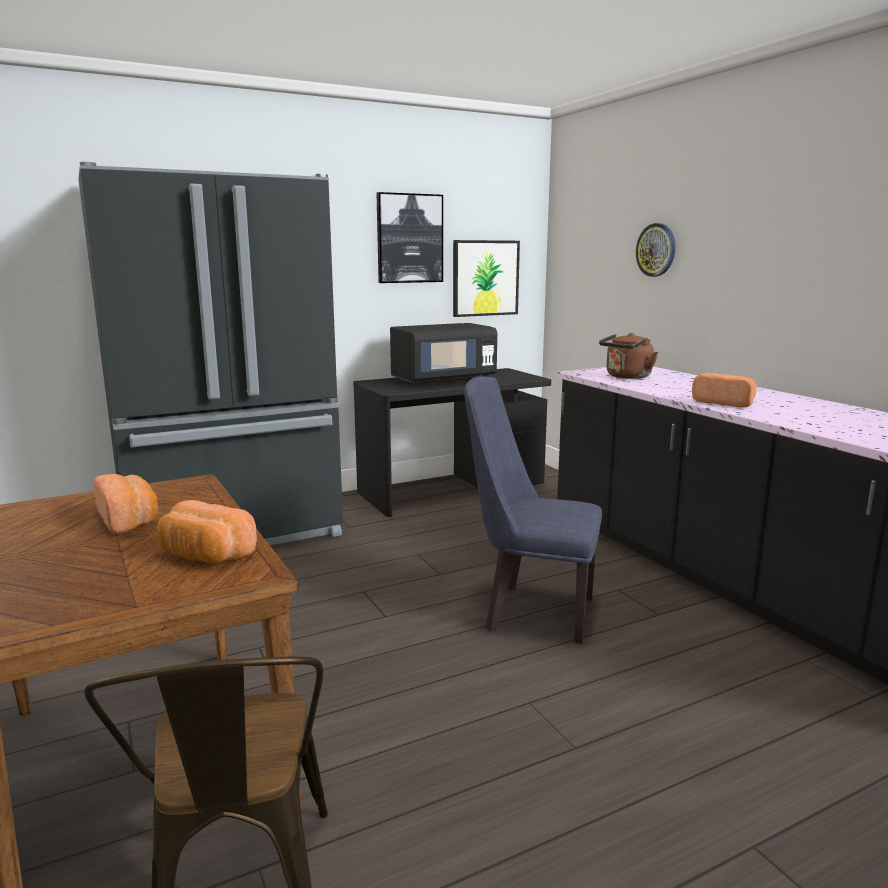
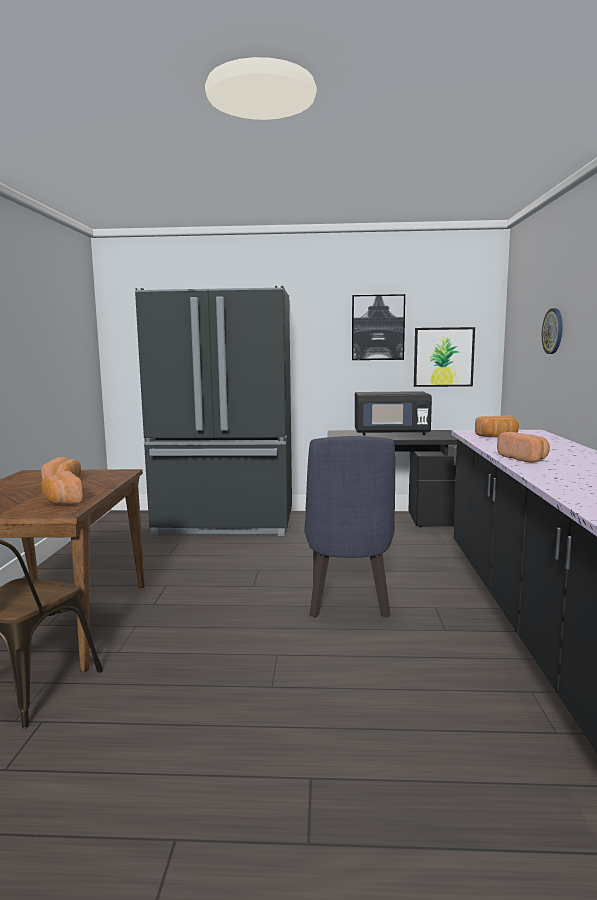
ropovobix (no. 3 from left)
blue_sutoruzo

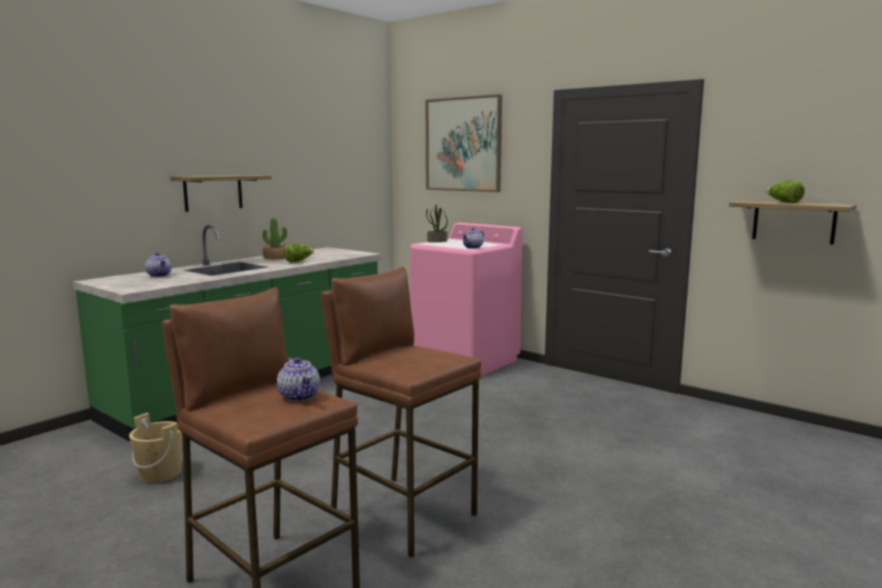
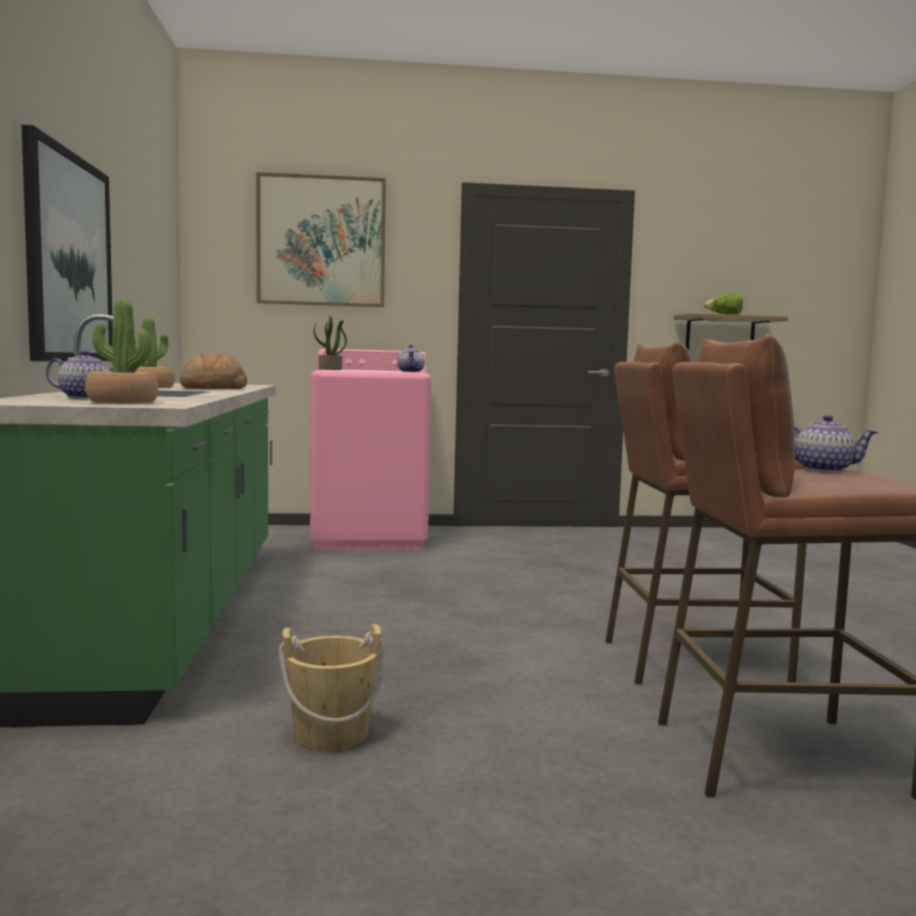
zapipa (no. 1 from left)
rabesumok (no. 1 from left)
ropovobix

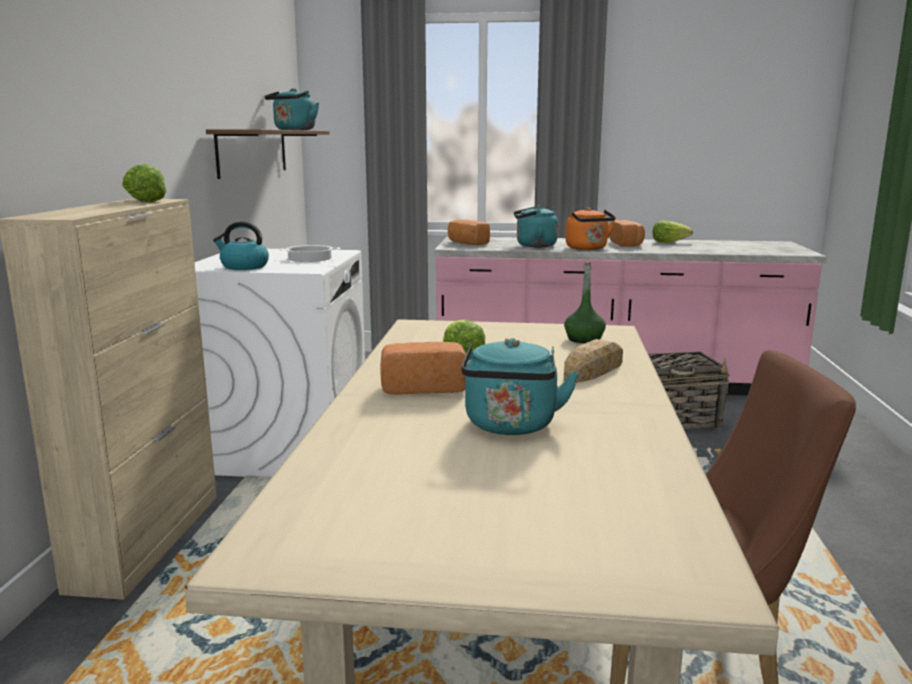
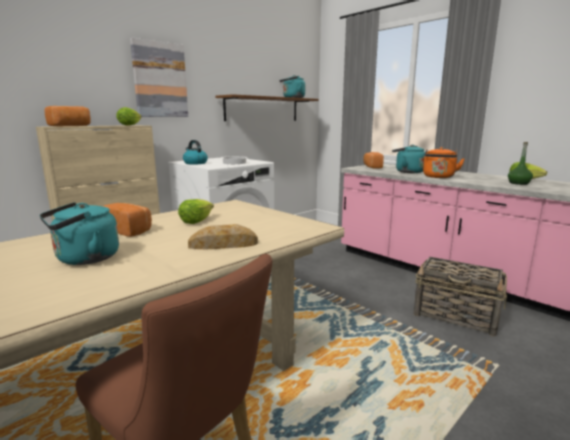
rabesumok
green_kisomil
ropovobix (no. 1 from left)

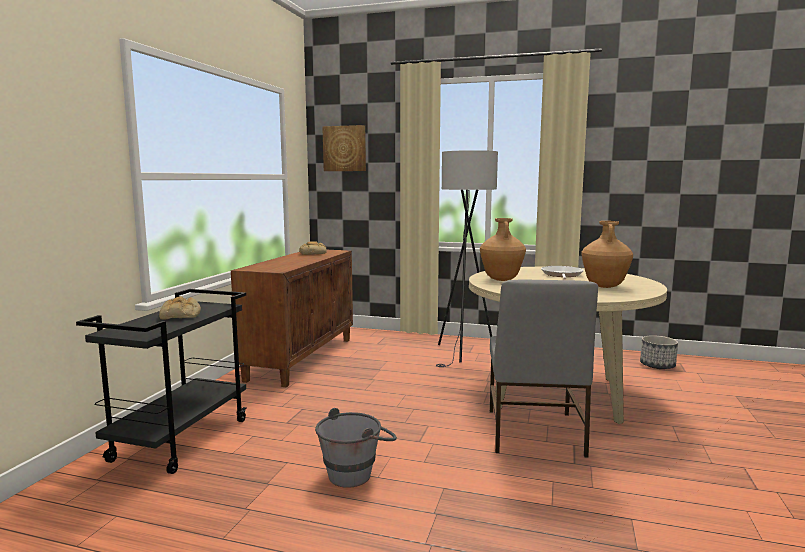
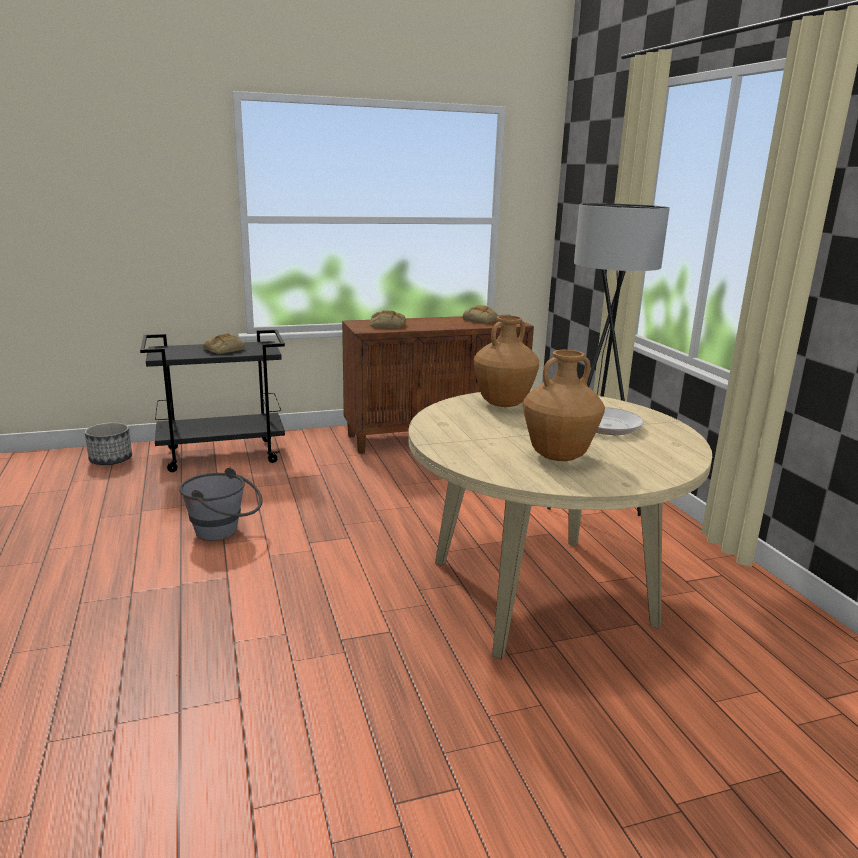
rabesumok
grey_sutoruzo
ropovobix (no. 2 from left)
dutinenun

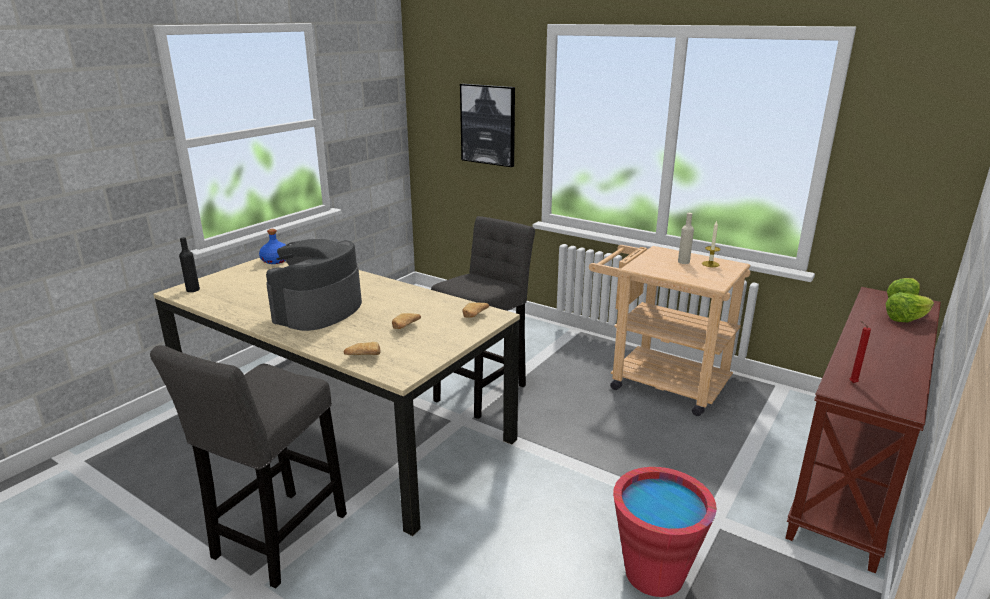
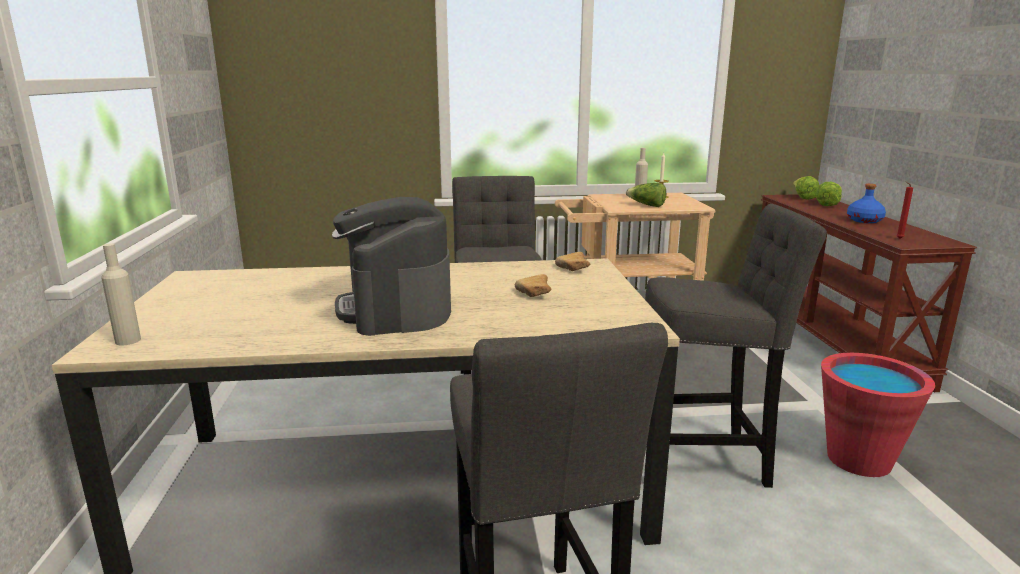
ropovobix (no. 1 from left in the first image)
rabesumok
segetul (no. 1 from left)
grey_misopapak (no. 3 from left)
blue_kisomil
beige_kisomil (no. 1 from left)

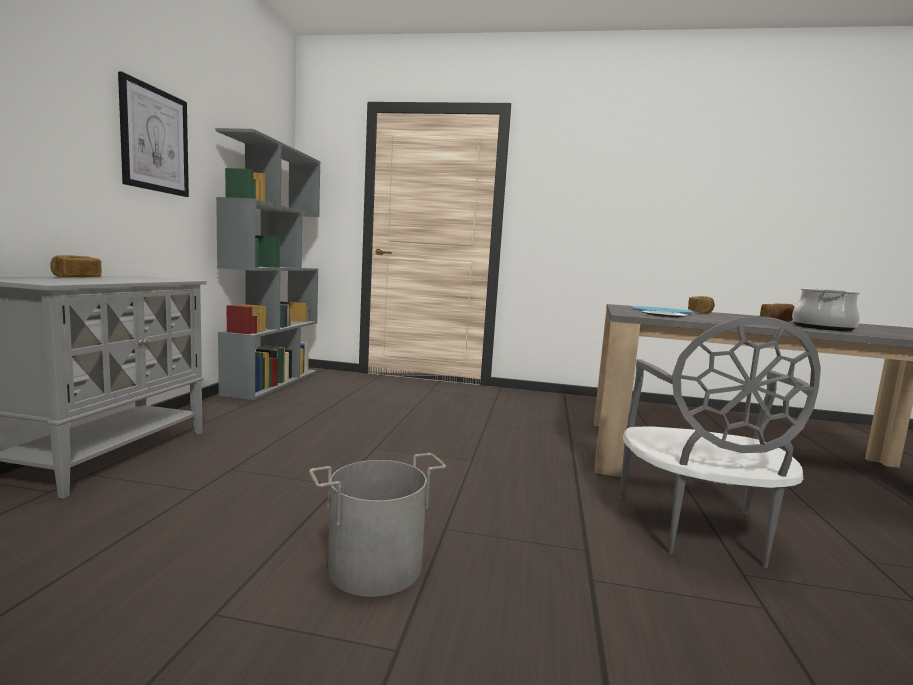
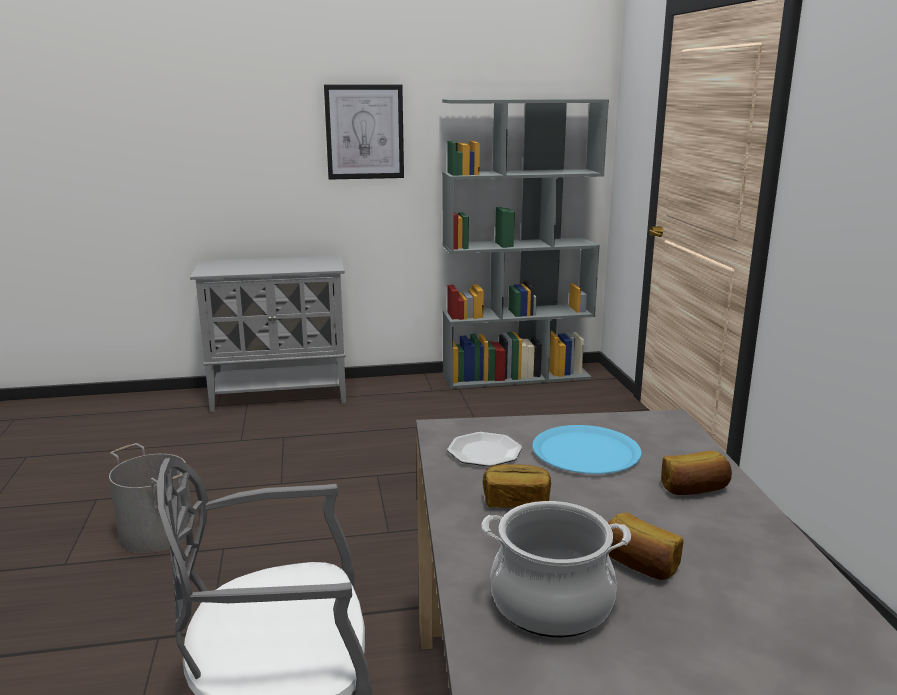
ropovobix (no. 1 from left)

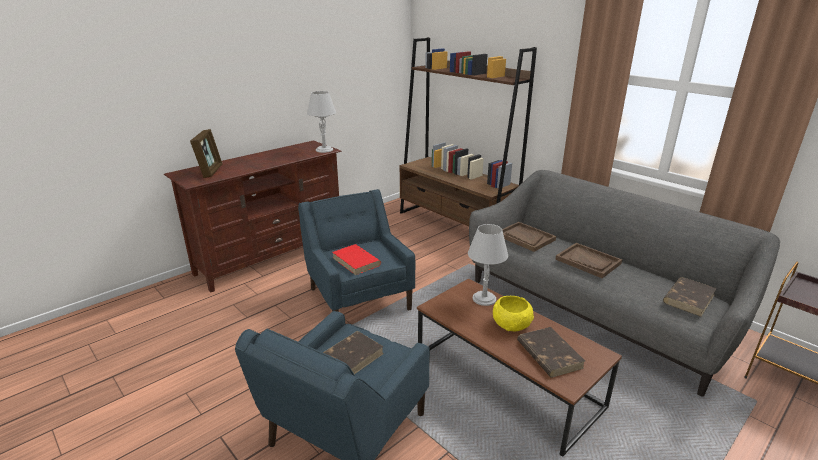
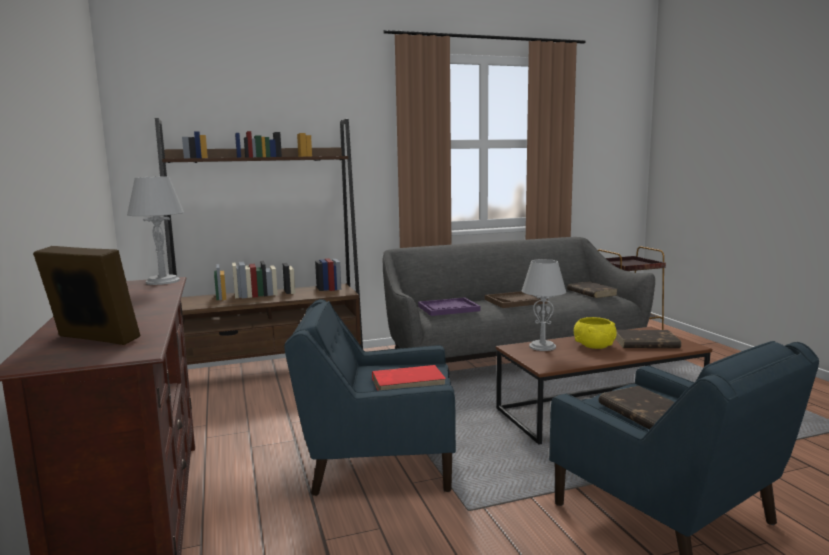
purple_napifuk

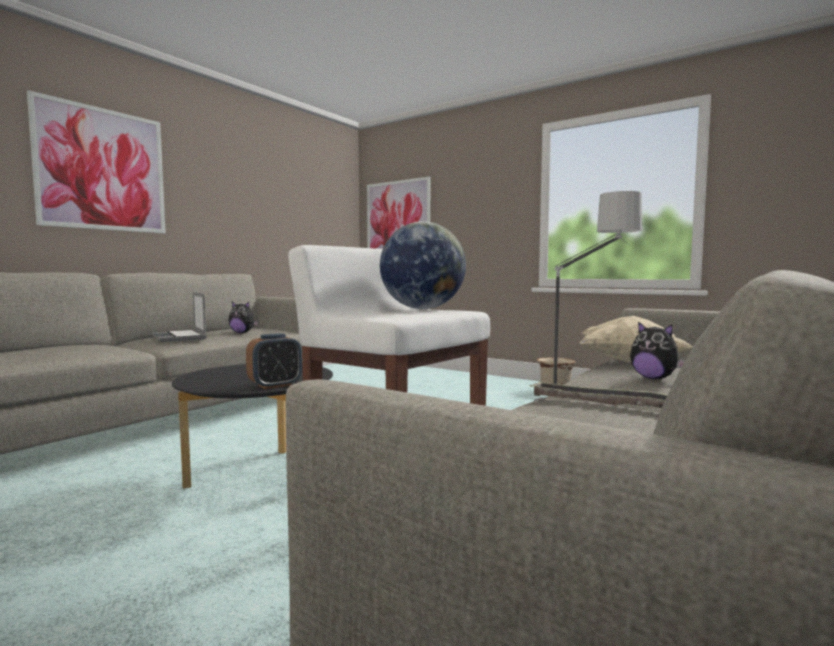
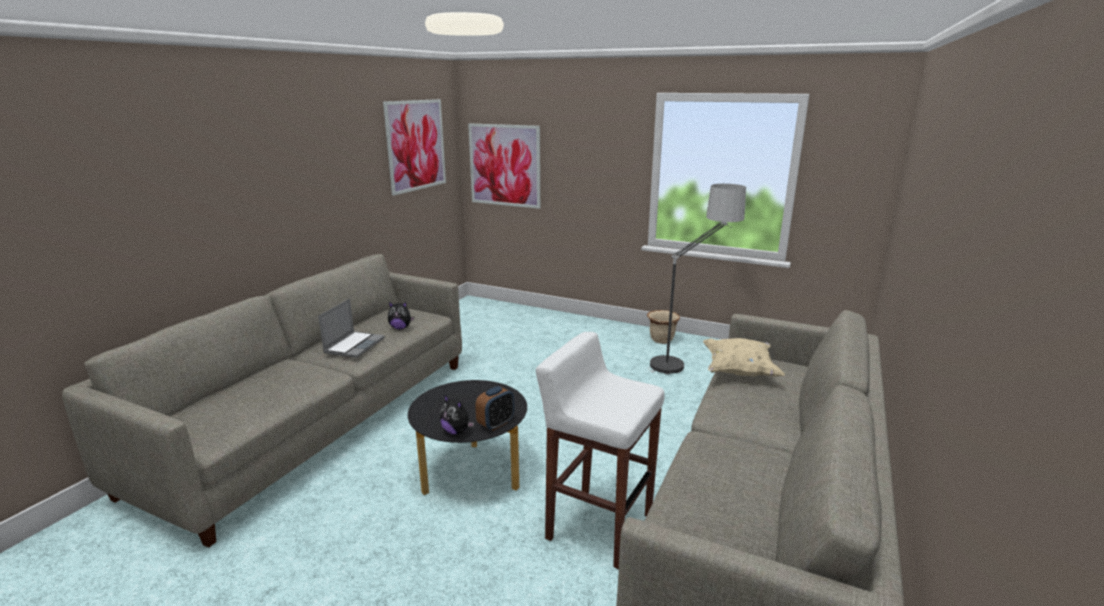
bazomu
napifuk
rabesumok (no. 1 from left)
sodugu (no. 2 from left)
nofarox

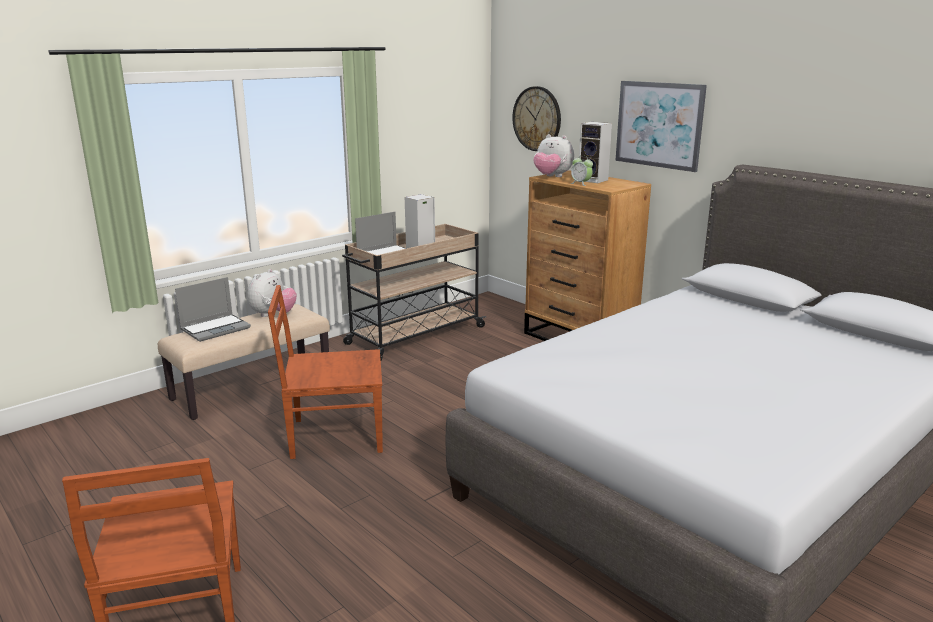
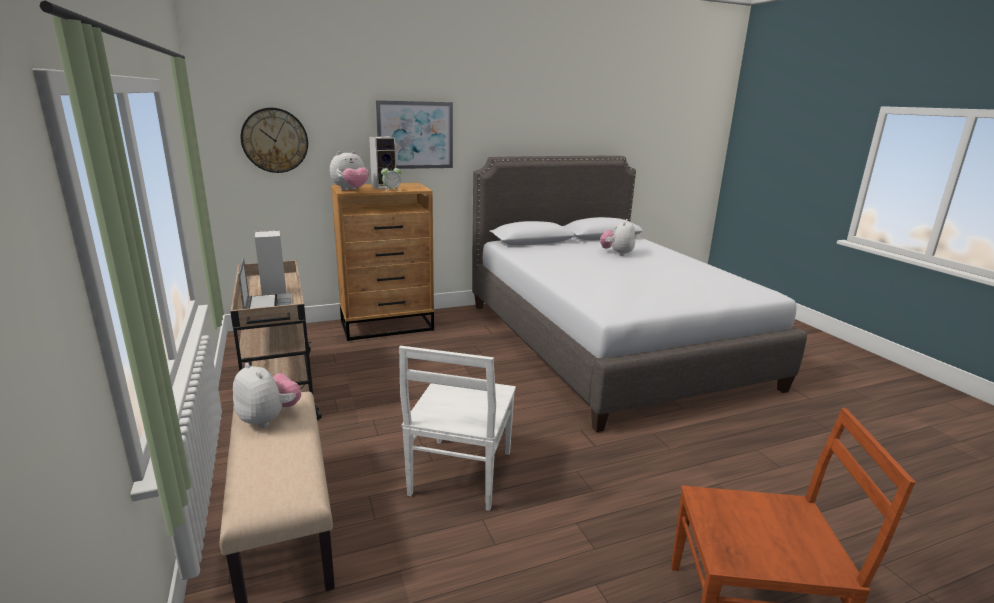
nofarox (no. 1 from left in the first image)
sodugu (no. 3 from left)
white_sutoruzo

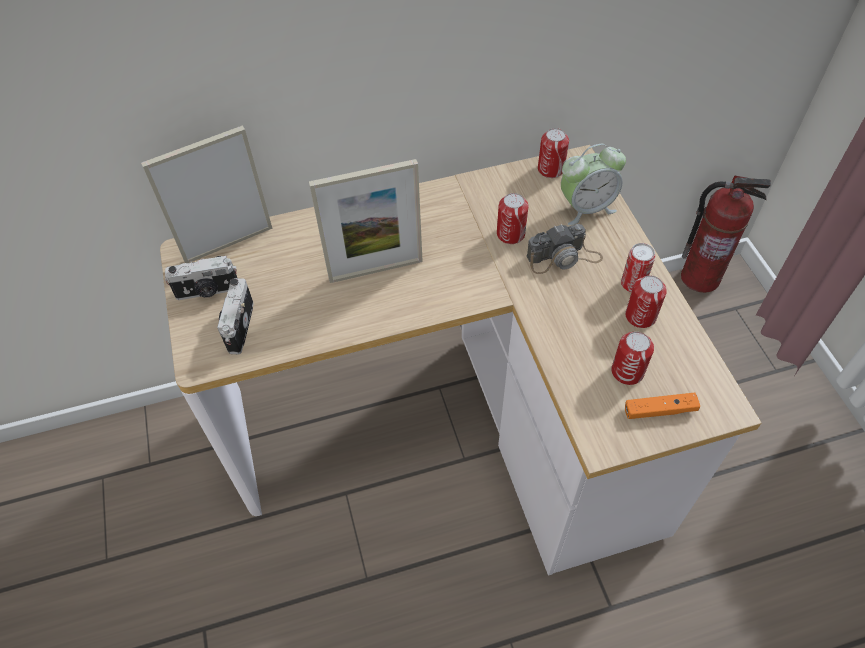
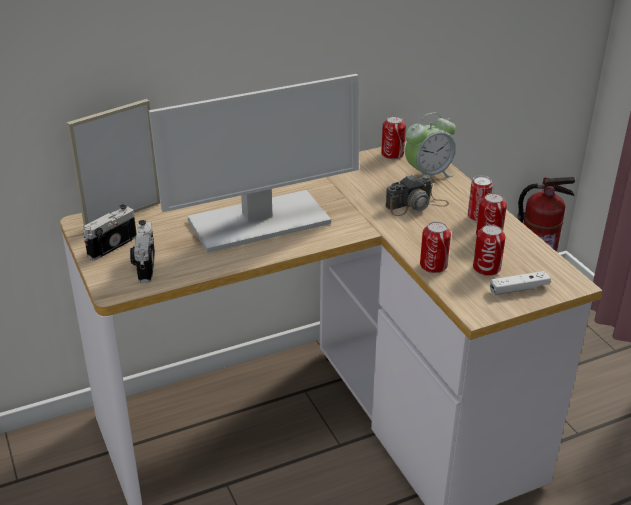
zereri (no. 2 from left)
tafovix
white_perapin
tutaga (no. 1 from left)

